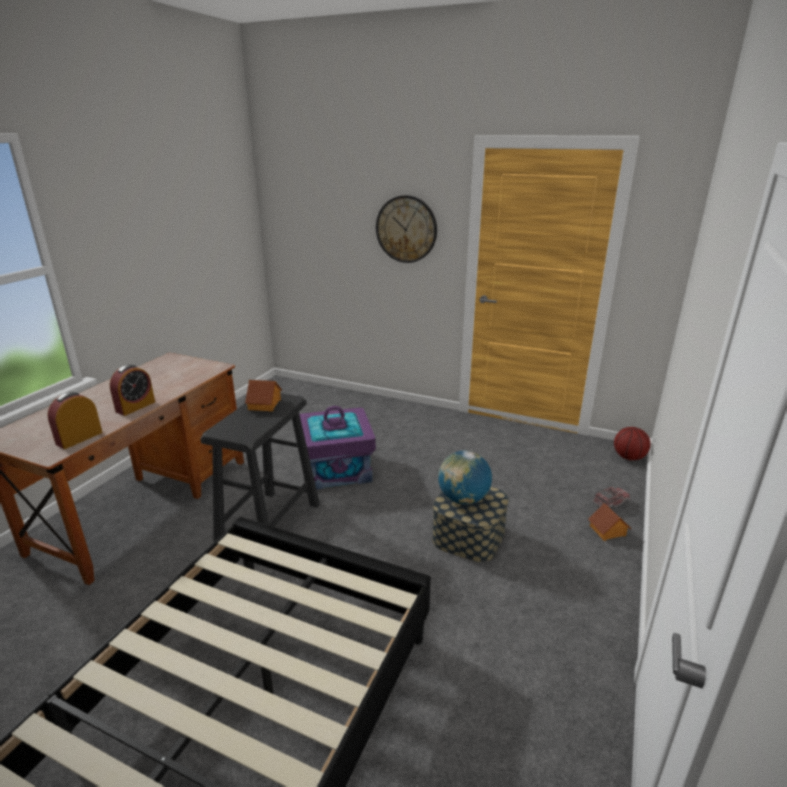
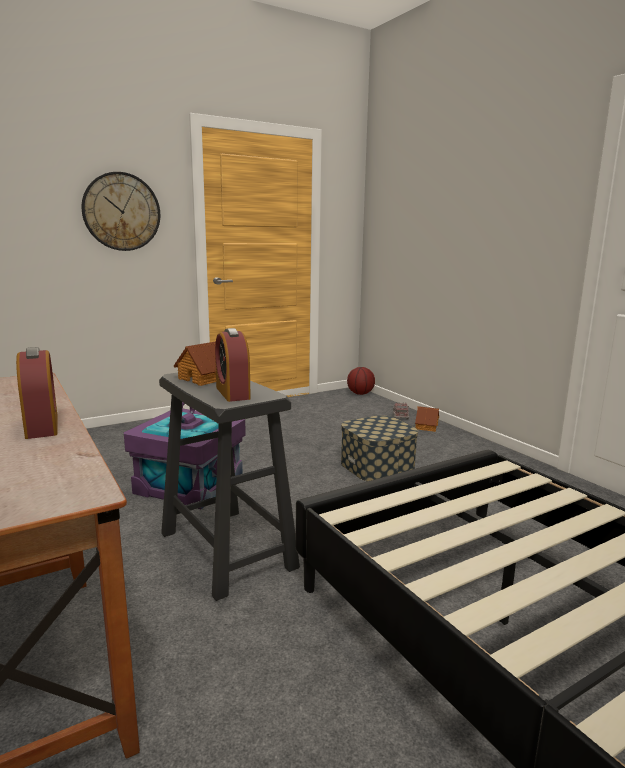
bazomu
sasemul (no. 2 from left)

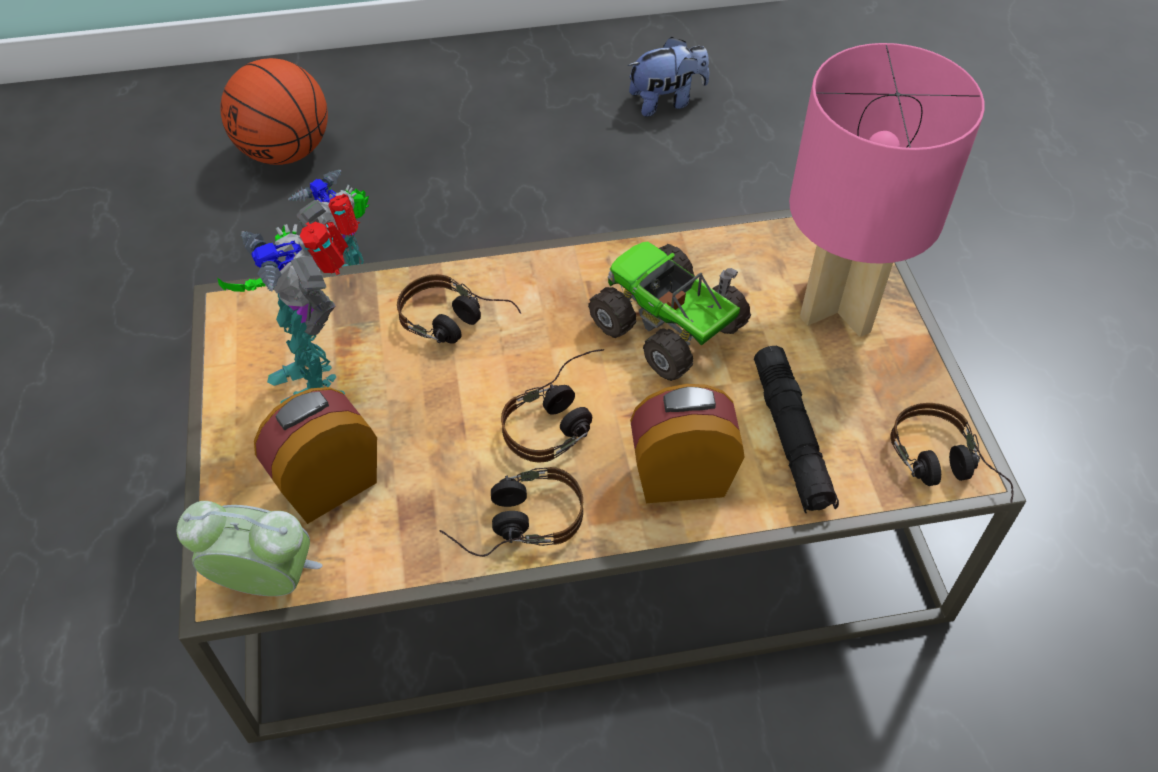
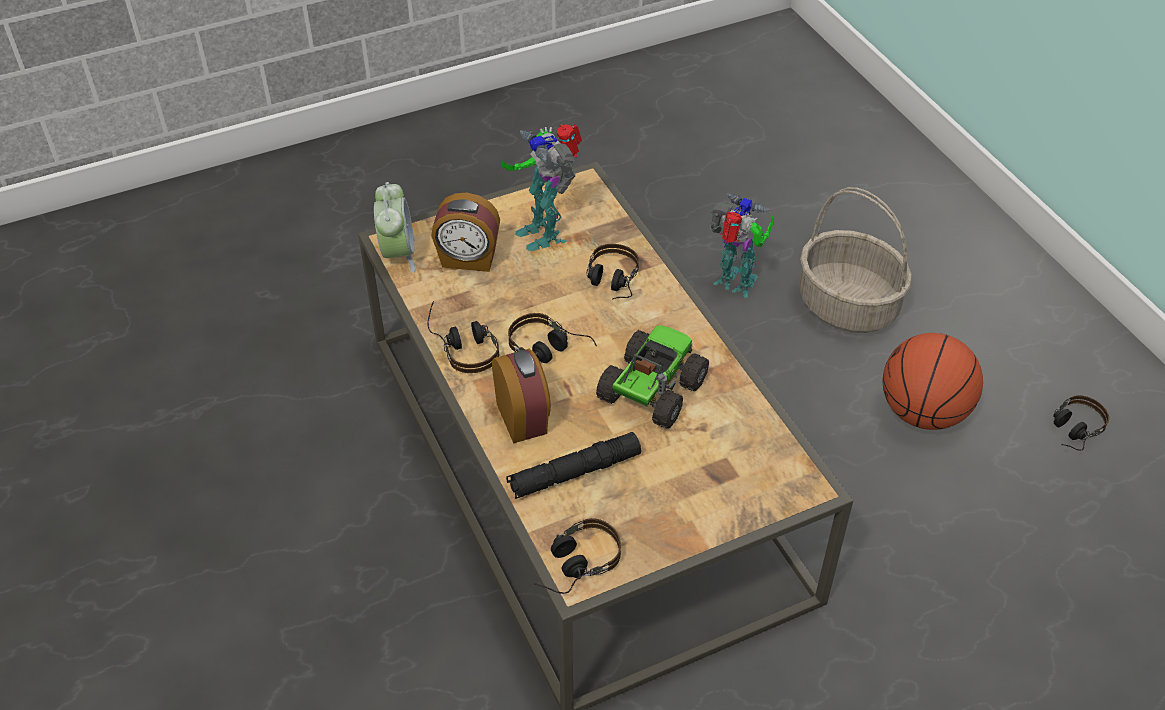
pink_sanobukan
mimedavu
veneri
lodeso (no. 5 from left)
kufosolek (no. 1 from left)
sasemul (no. 2 from left)

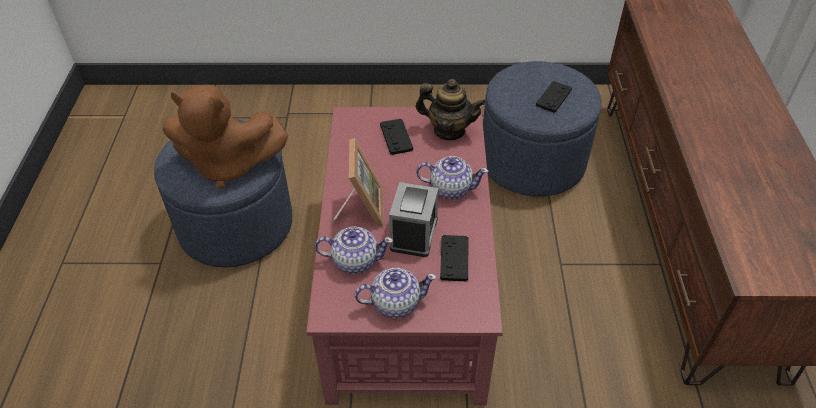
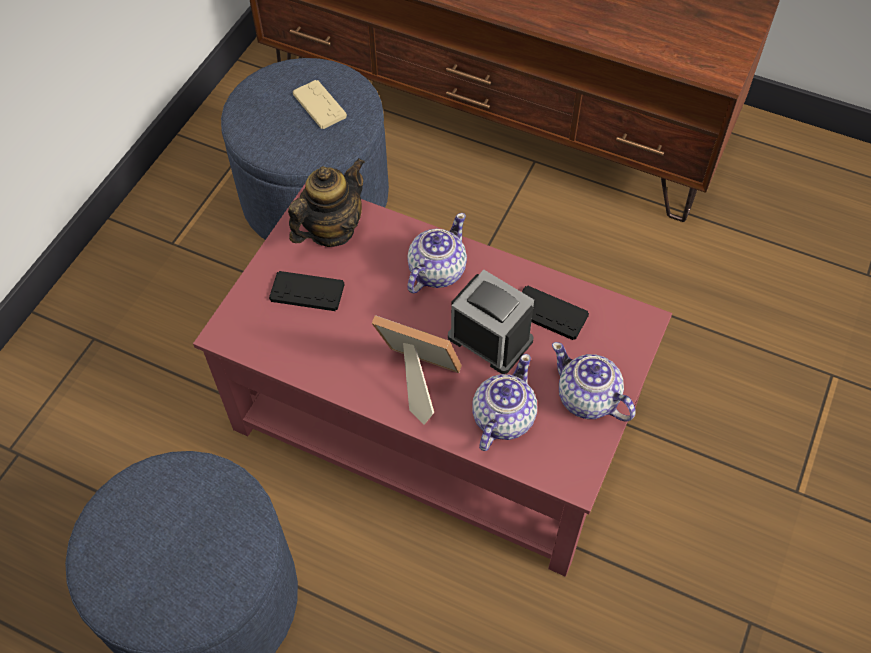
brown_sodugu
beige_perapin
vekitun (no. 4 from left)

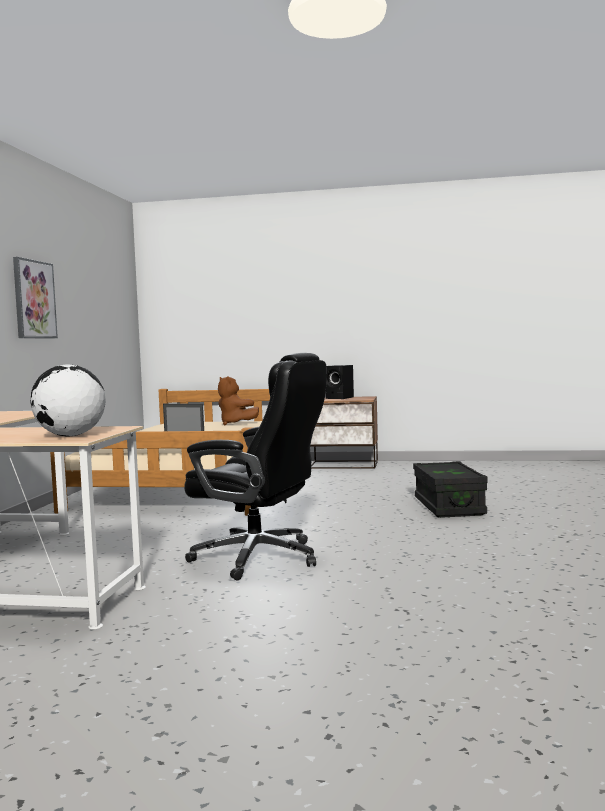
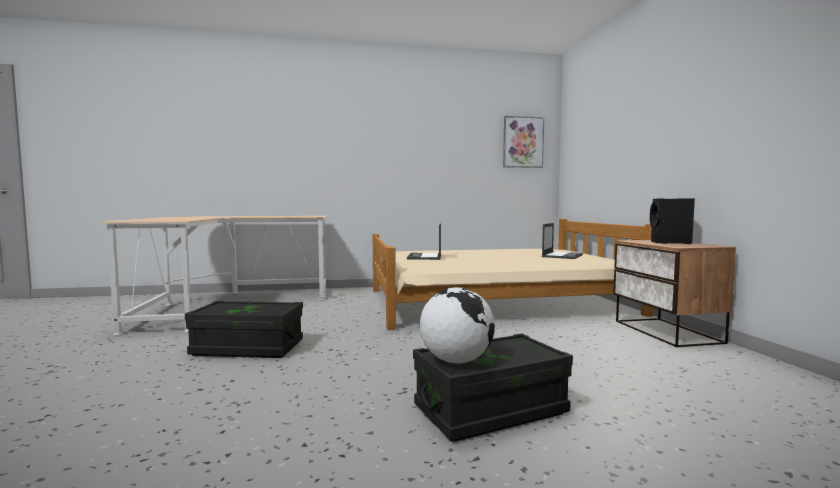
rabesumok
bazomu
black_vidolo (no. 1 from left)
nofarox (no. 2 from left)

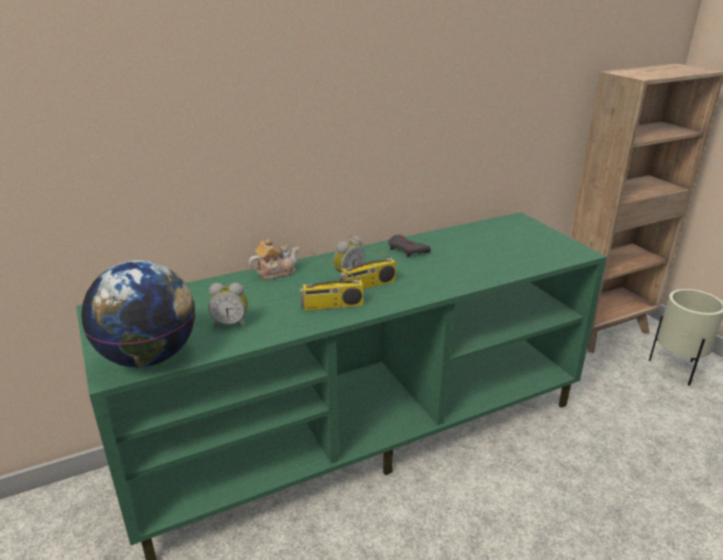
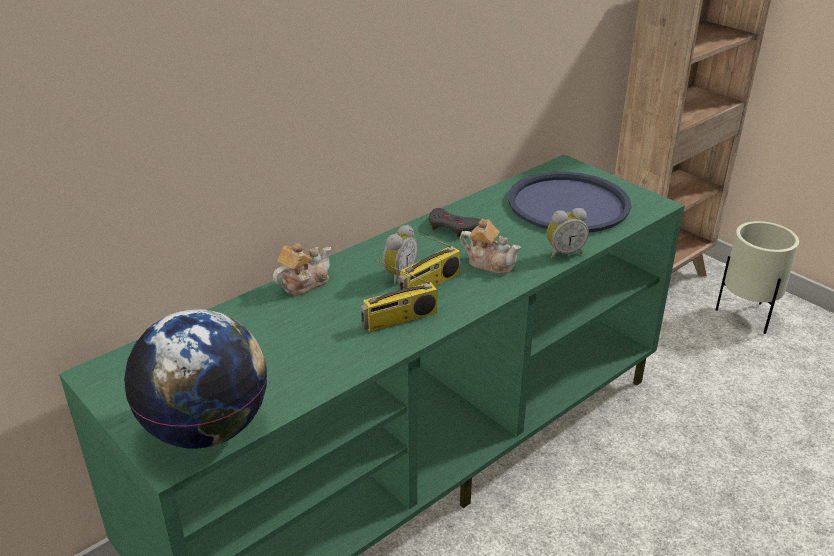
vekitun (no. 2 from left)
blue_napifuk
sasemul (no. 2 from left)

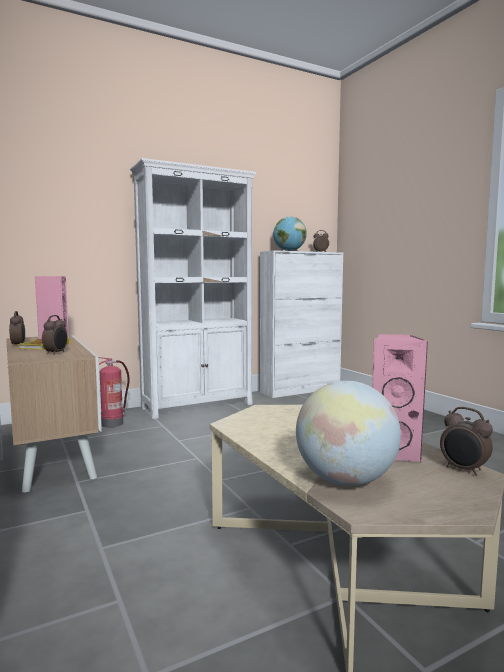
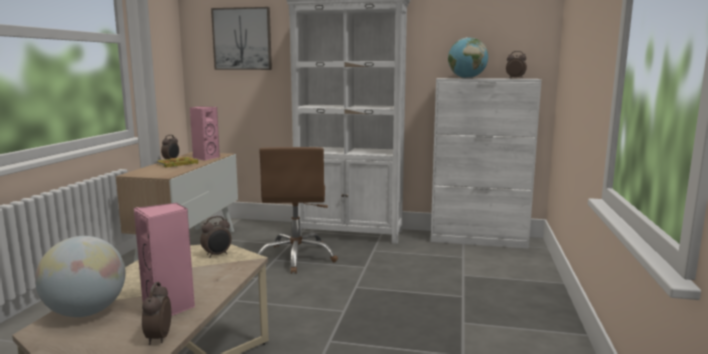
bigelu
rabesumok
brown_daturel
sasemul (no. 3 from left)

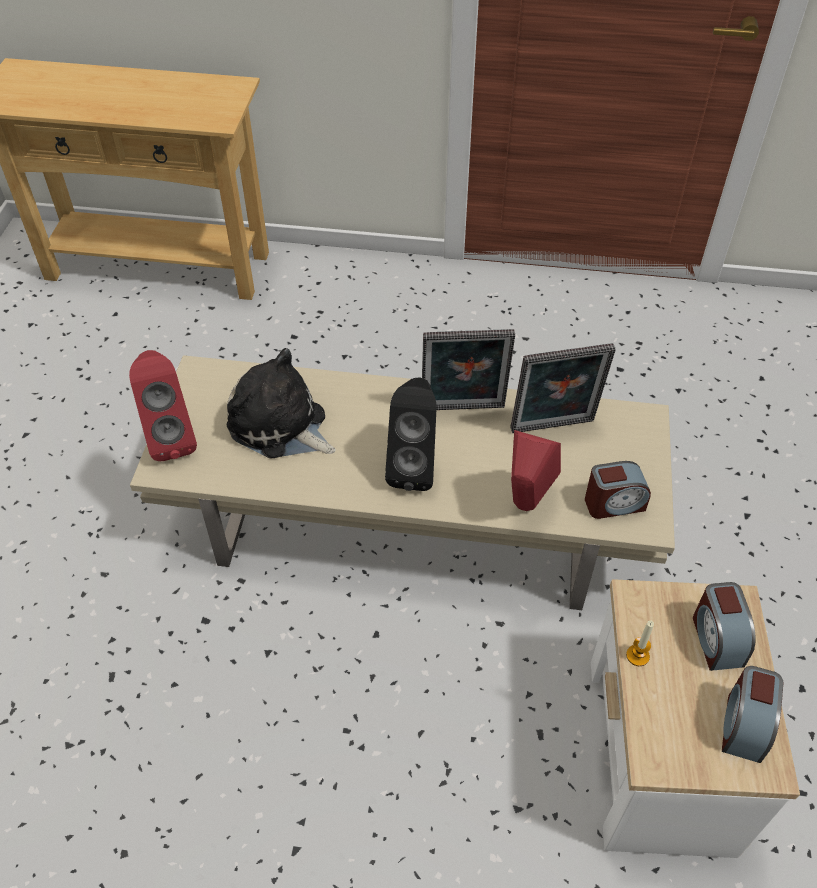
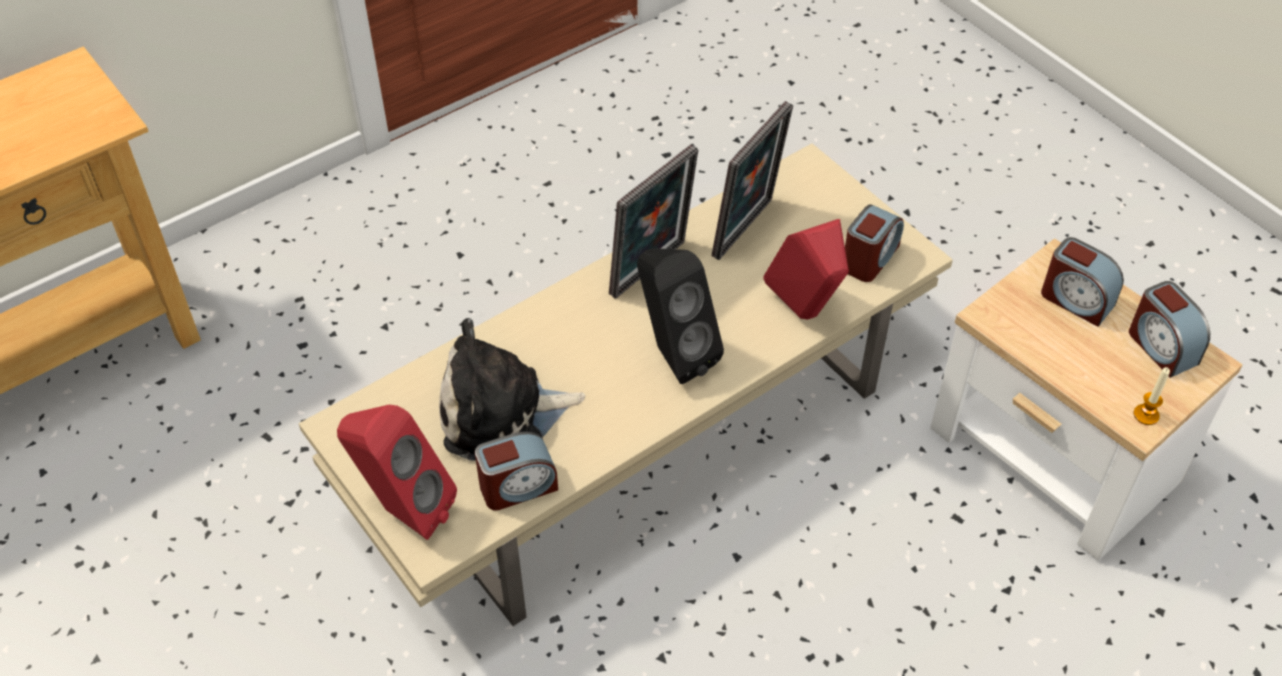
sasemul (no. 1 from left)
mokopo

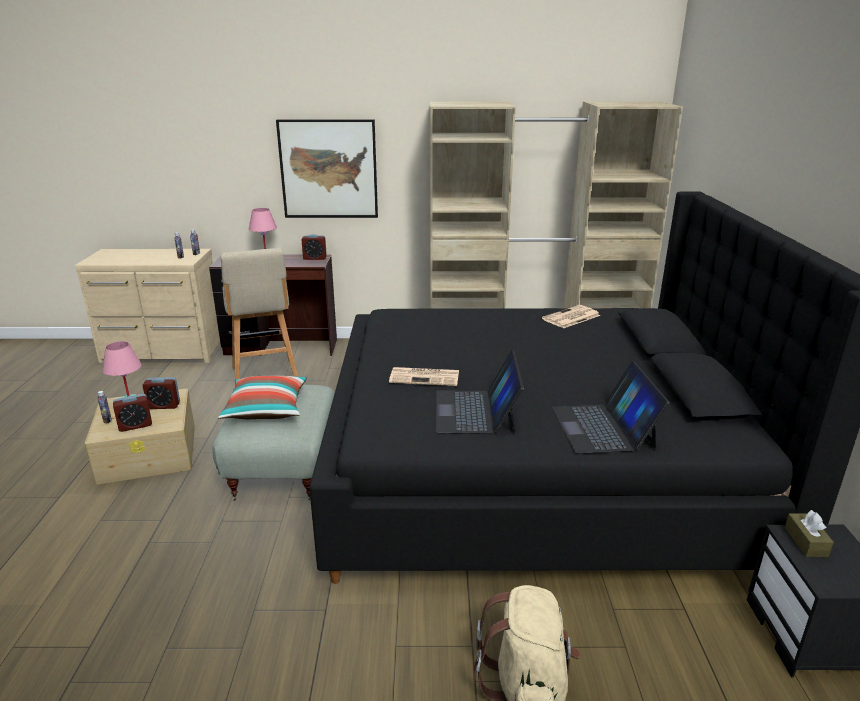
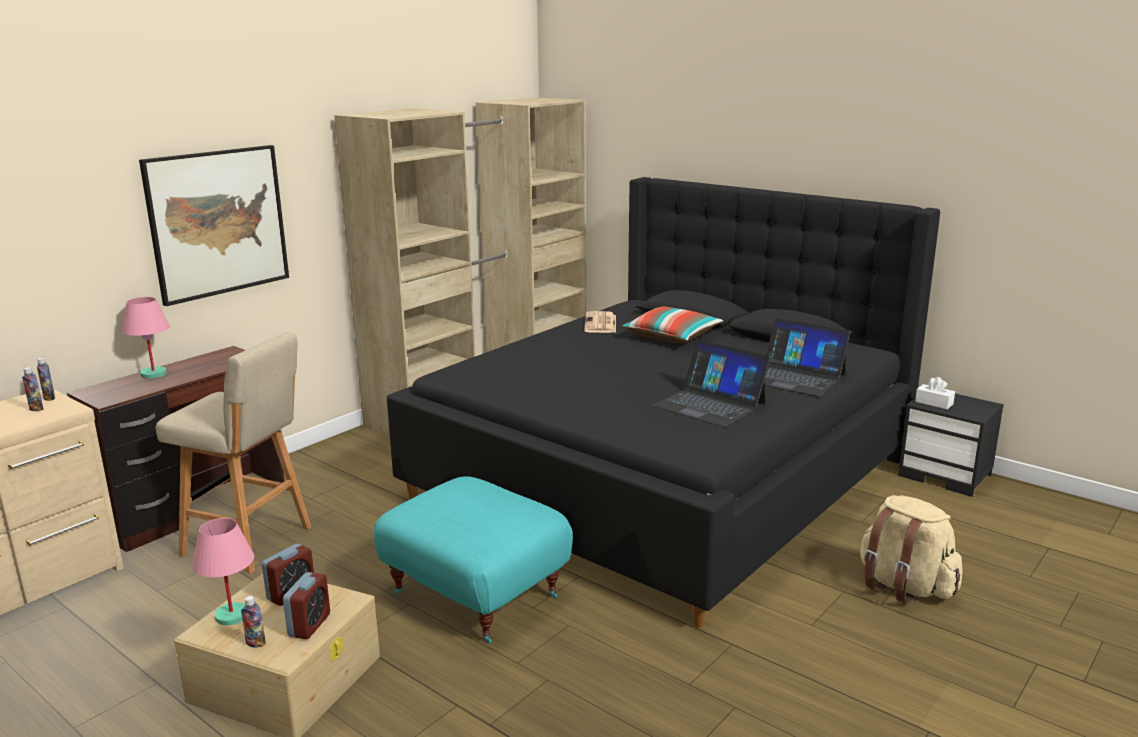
sasemul (no. 3 from left in the first image)
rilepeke (no. 1 from left in the first image)
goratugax
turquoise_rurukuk
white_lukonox

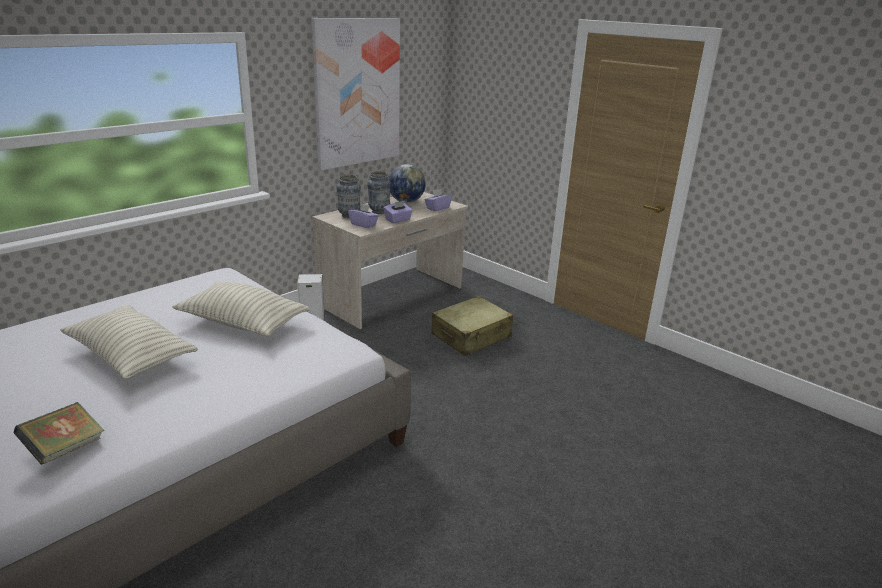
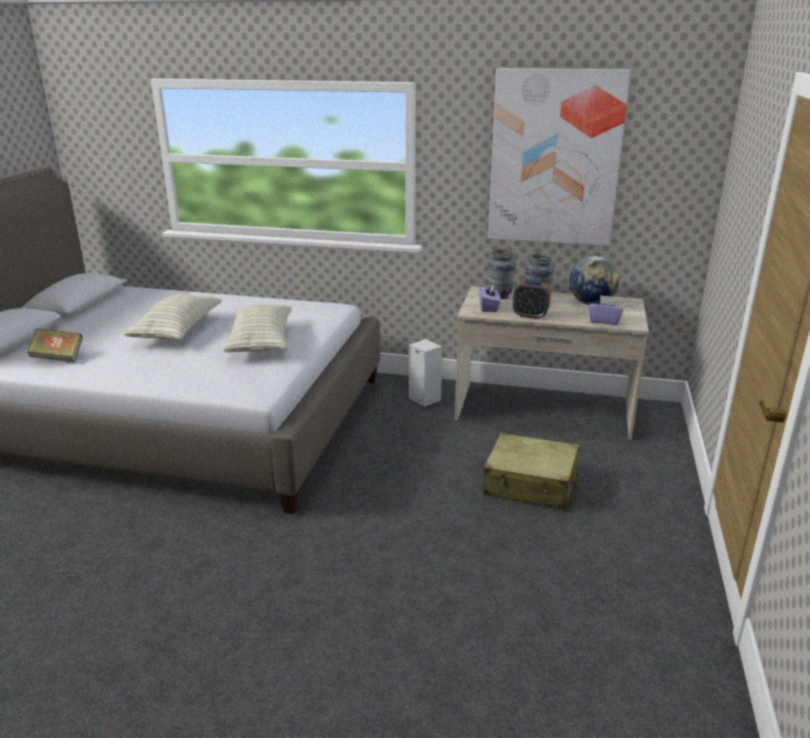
sasemul

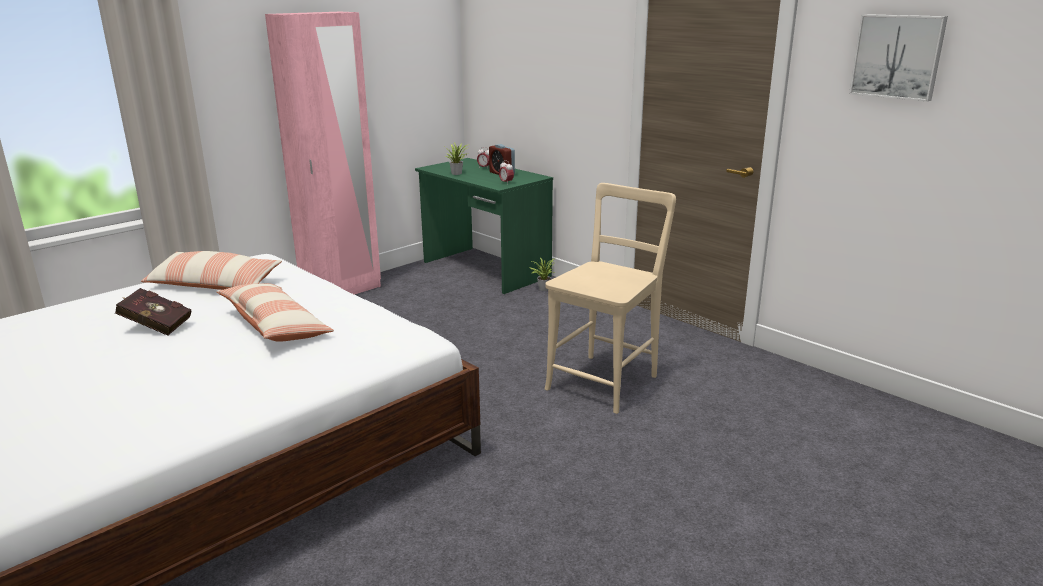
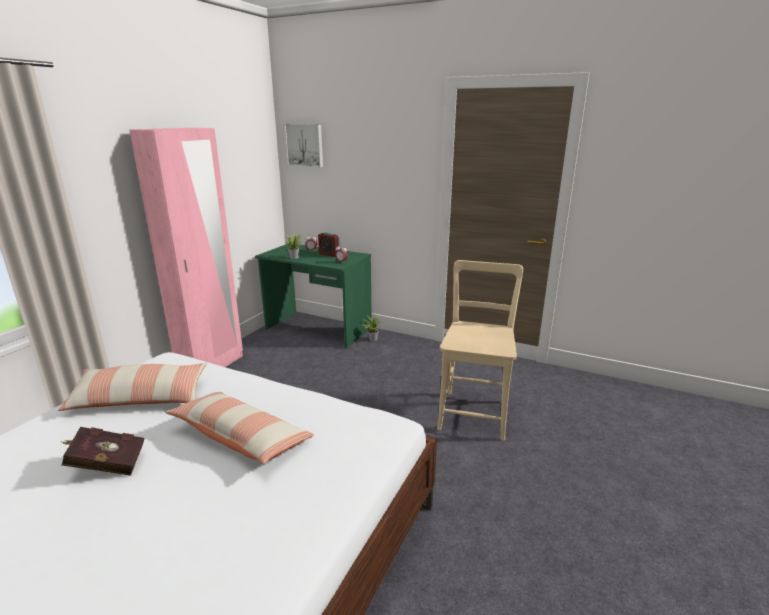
rabesumok

